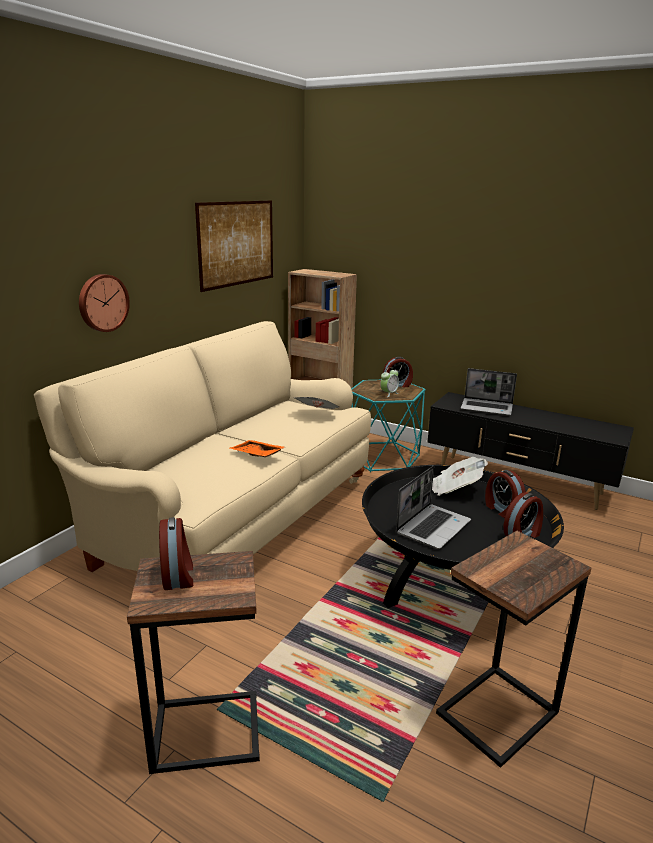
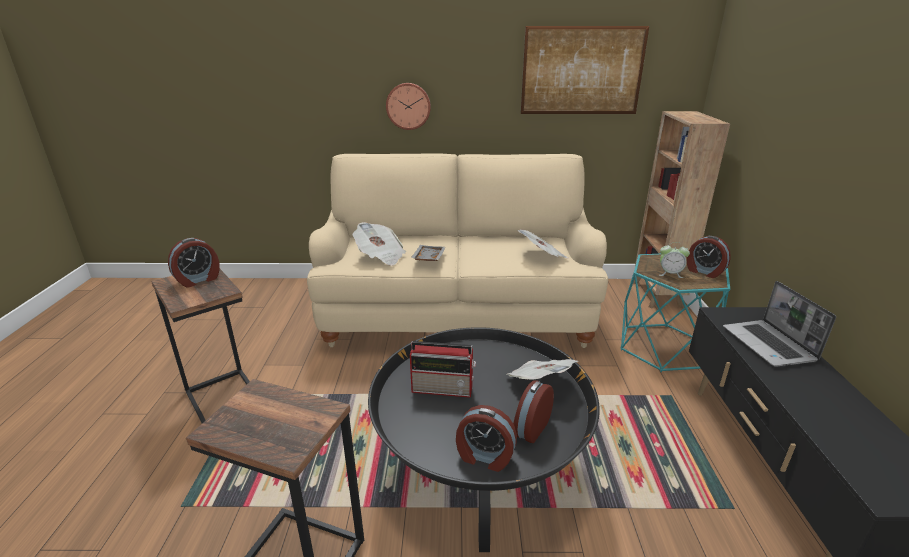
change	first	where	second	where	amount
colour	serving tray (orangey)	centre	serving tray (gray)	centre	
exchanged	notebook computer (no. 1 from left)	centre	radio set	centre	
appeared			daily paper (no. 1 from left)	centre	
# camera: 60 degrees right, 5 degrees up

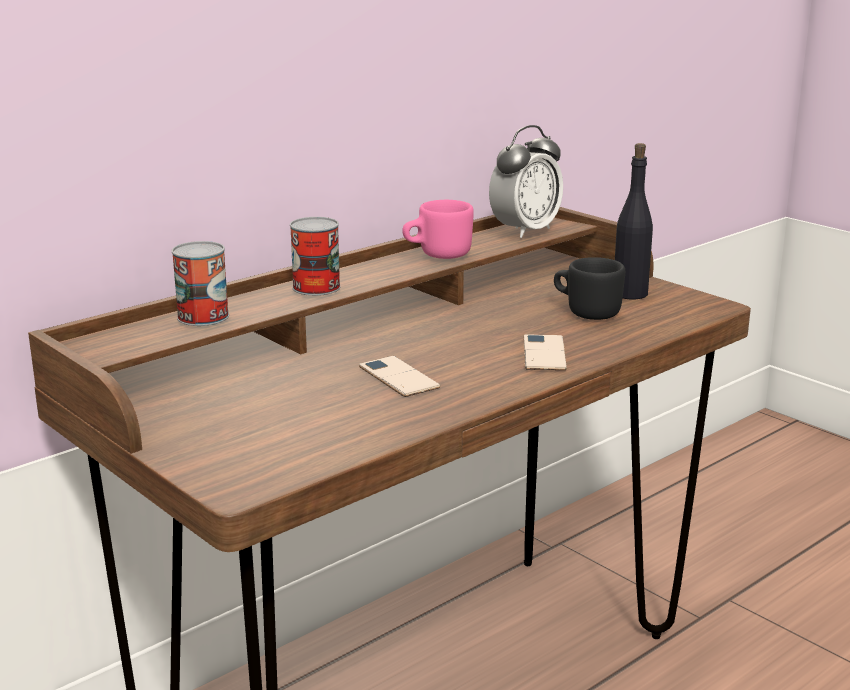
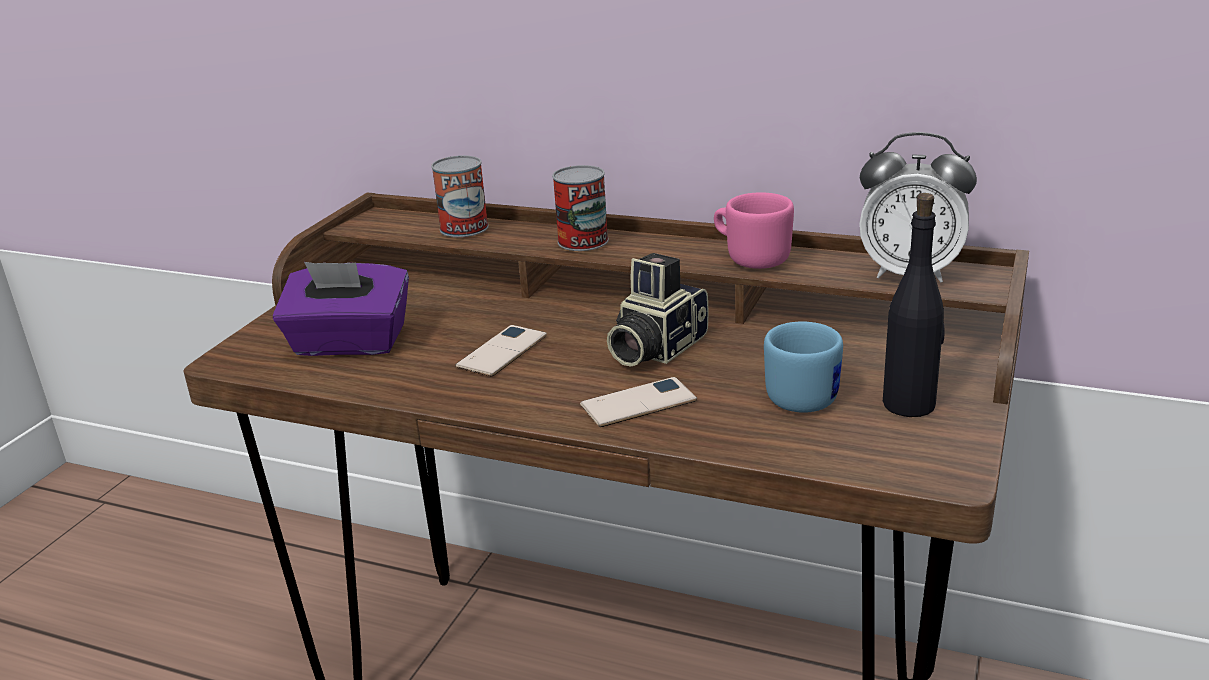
change	first	where	second	where	amount
colour	tea mug (blackish)	middle right	tea mug (blue-coloured)	centre	
appeared			still camera	centre	
appeared			box of tissues (purplish)	middle left	
# camera: 65 degrees right, 5 degrees up

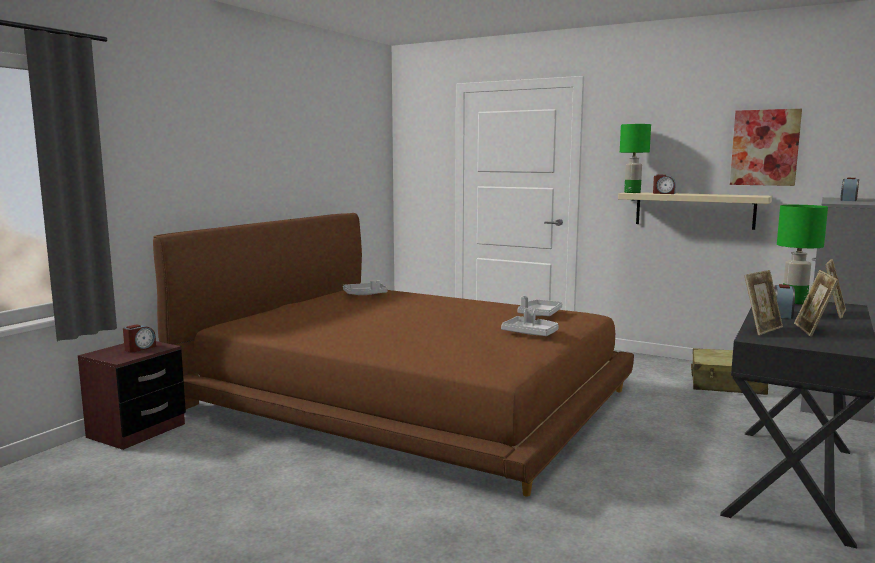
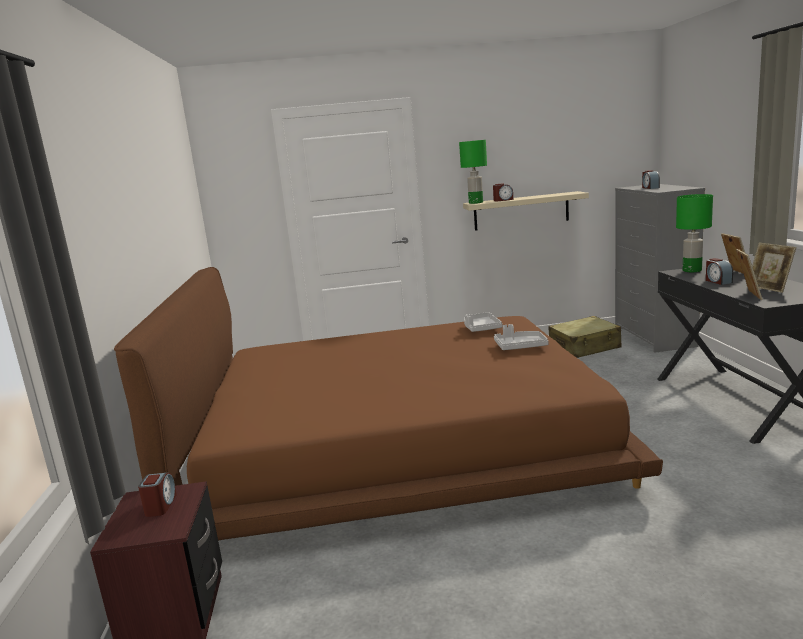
change	first	where	second	where	amount
missing	wall art	top right			
missing	serving tray (gray) (no. 1 from left)	centre			
# camera: 35 degrees left, 5 degrees up

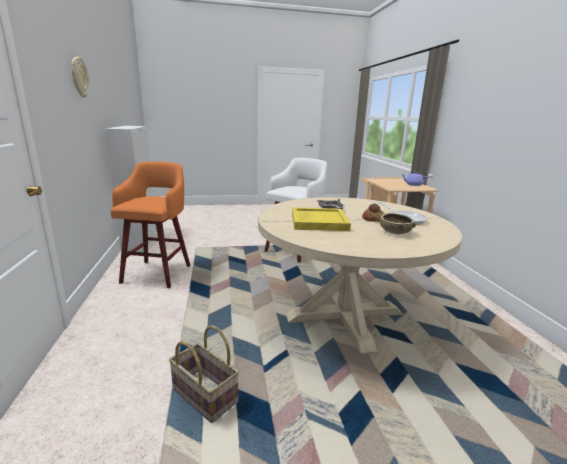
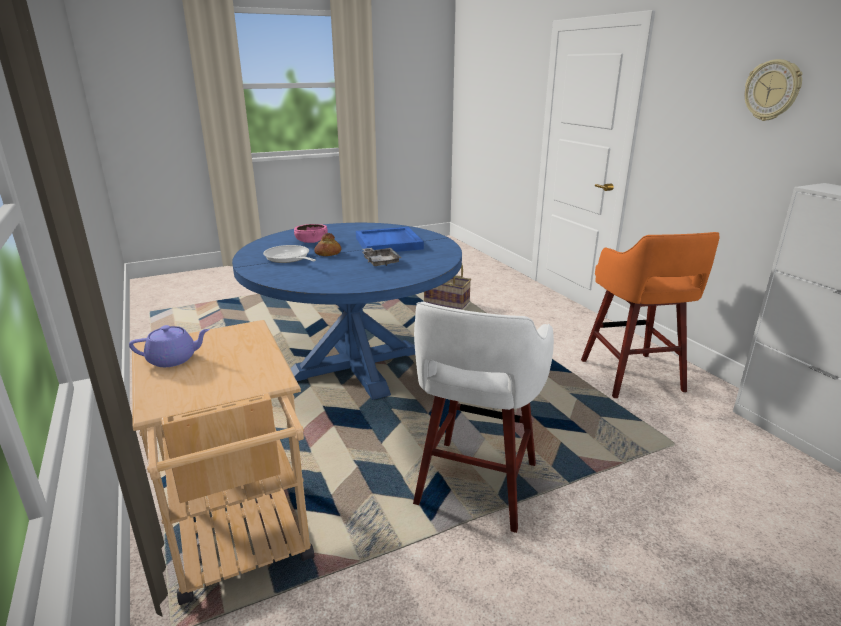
change	first	where	second	where	amount
colour	kitchen table (beige-coloured)	centre	kitchen table (blue-coloured)	centre	
colour	serving tray (yellowish)	centre	serving tray (blue-coloured)	centre	
colour	deep dish (brown-coloured)	middle right	deep dish (pinkish)	centre	
# camera: 165 degrees right, 5 degrees up

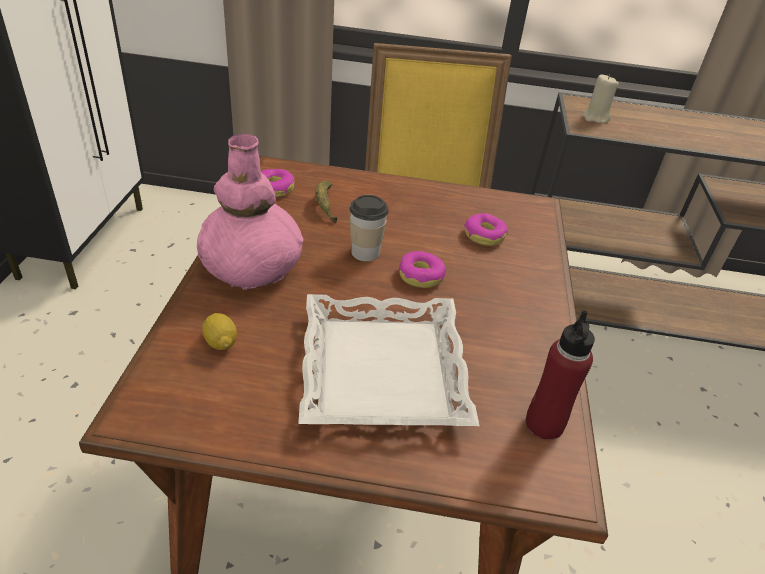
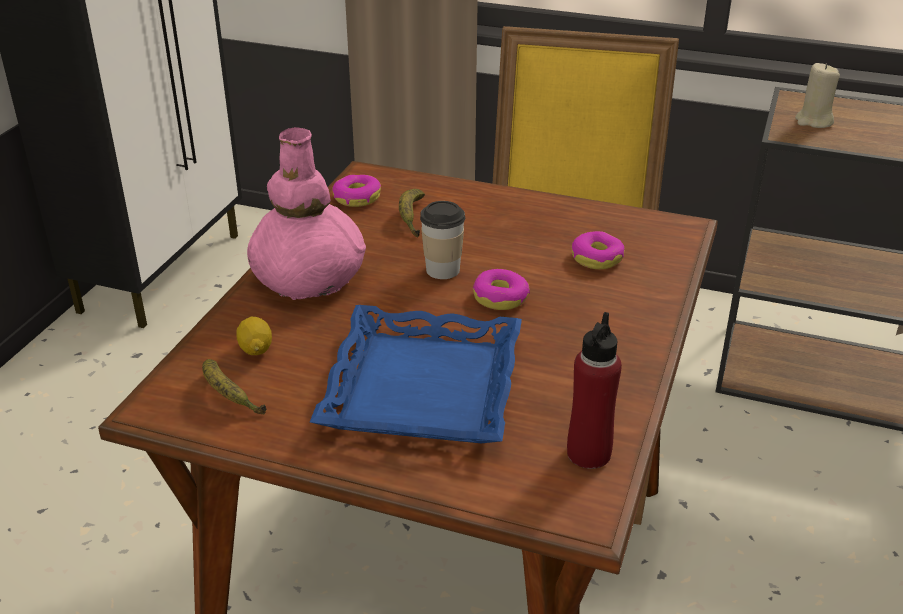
change	first	where	second	where	amount
colour	serving tray (white)	centre	serving tray (blue-coloured)	centre	
appeared			whole banana (no. 1 from left)	middle left	
# camera: 15 degrees right, 5 degrees down

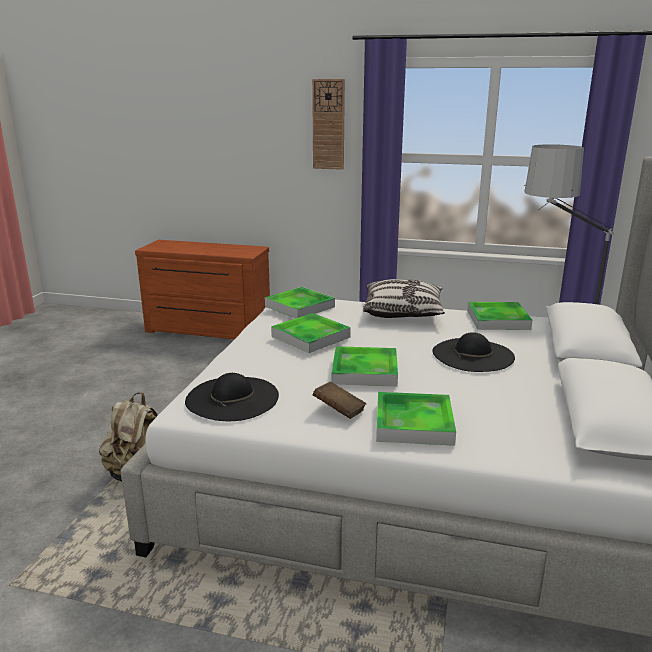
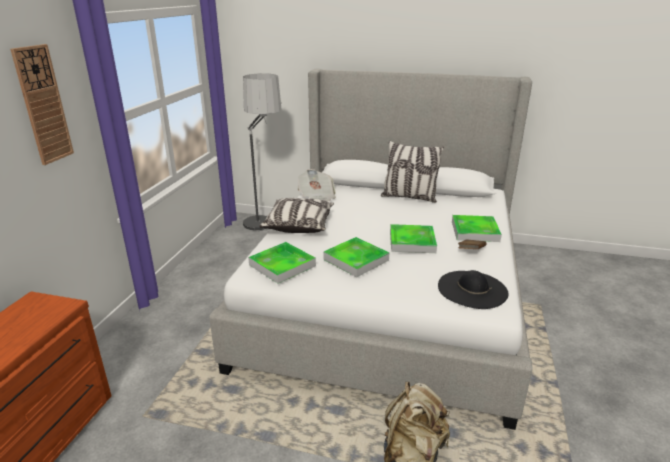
change	first	where	second	where	amount
exchanged	serving tray (no. 5 from left)	middle right	daily paper	centre	
missing	wearable hat (blackish) (no. 2 from left)	middle right			
appeared			cushion (no. 2 from left)	centre	
# camera: 90 degrees left, 5 degrees up

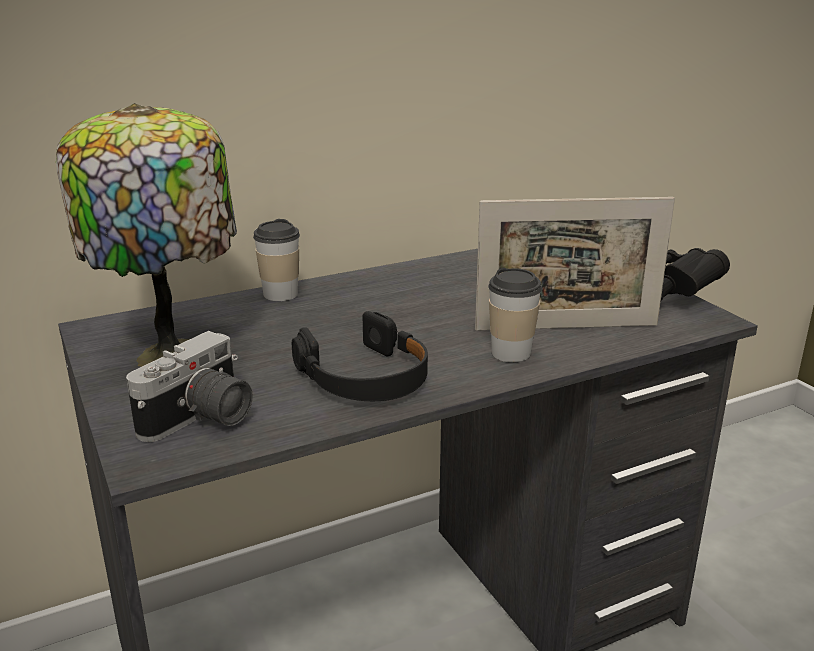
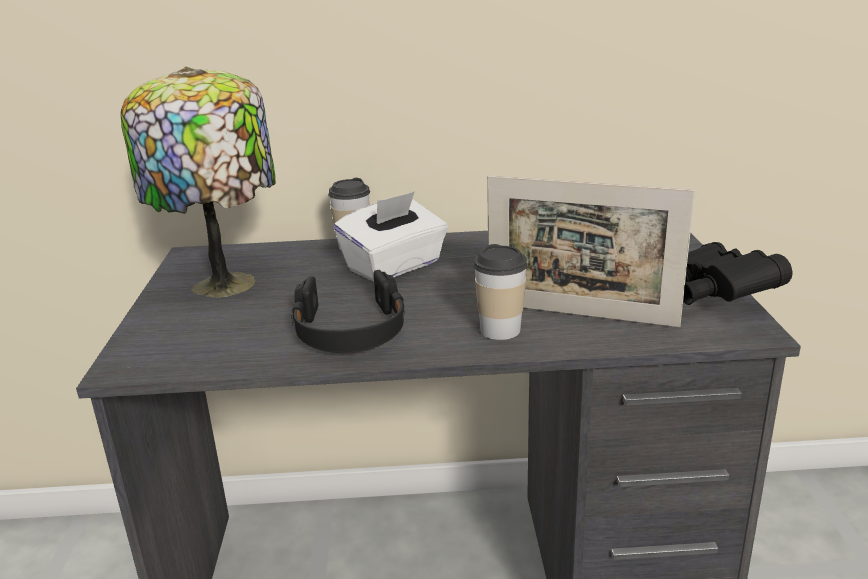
change	first	where	second	where	amount
missing	still camera	middle left			
appeared			box of tissues (white)	centre	
# camera: 25 degrees right, 0 degrees up

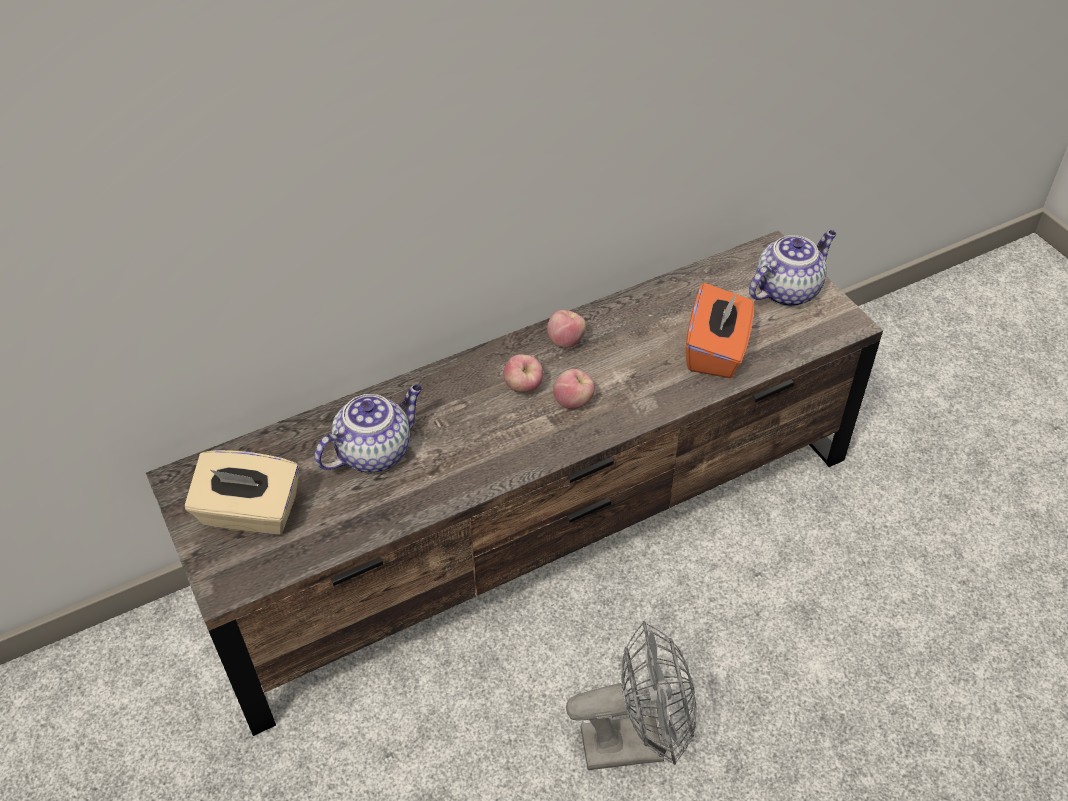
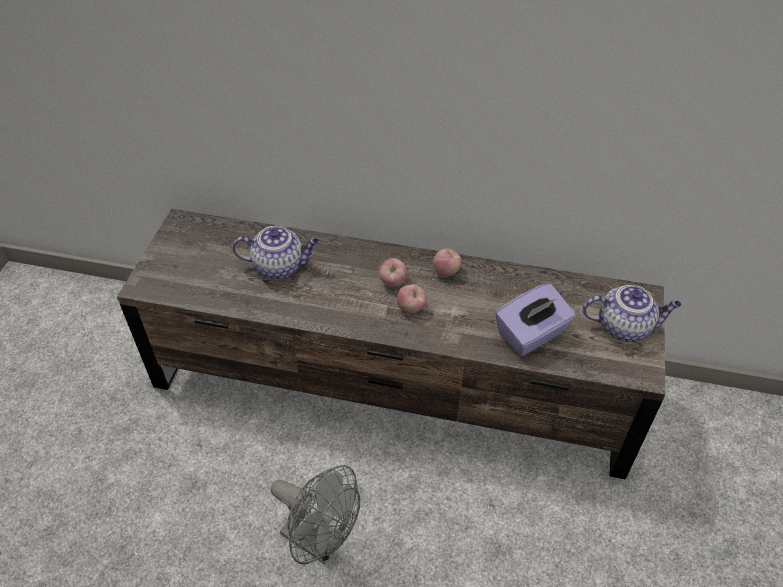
change	first	where	second	where	amount
colour	box of tissues (orangey)	middle right	box of tissues (purplish)	middle right	
missing	box of tissues (beige-coloured)	middle left			
# camera: 40 degrees right, 0 degrees up

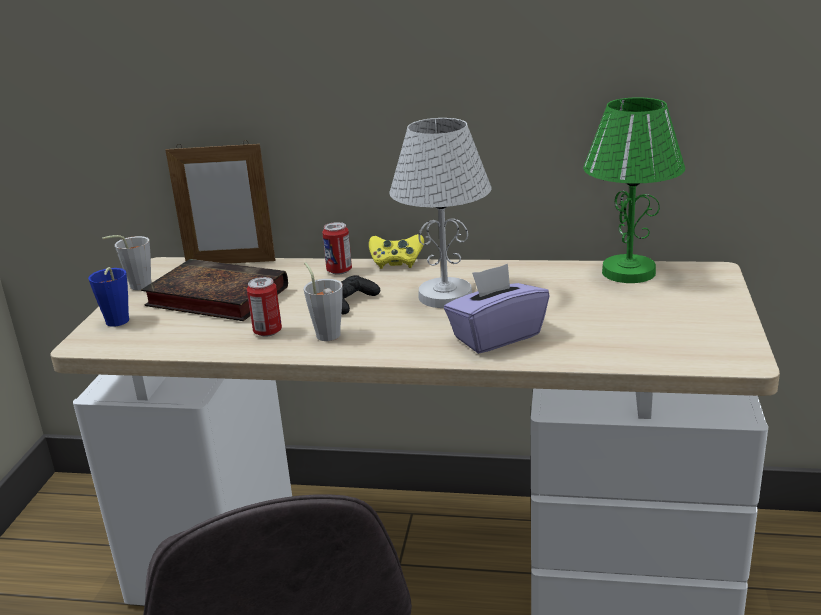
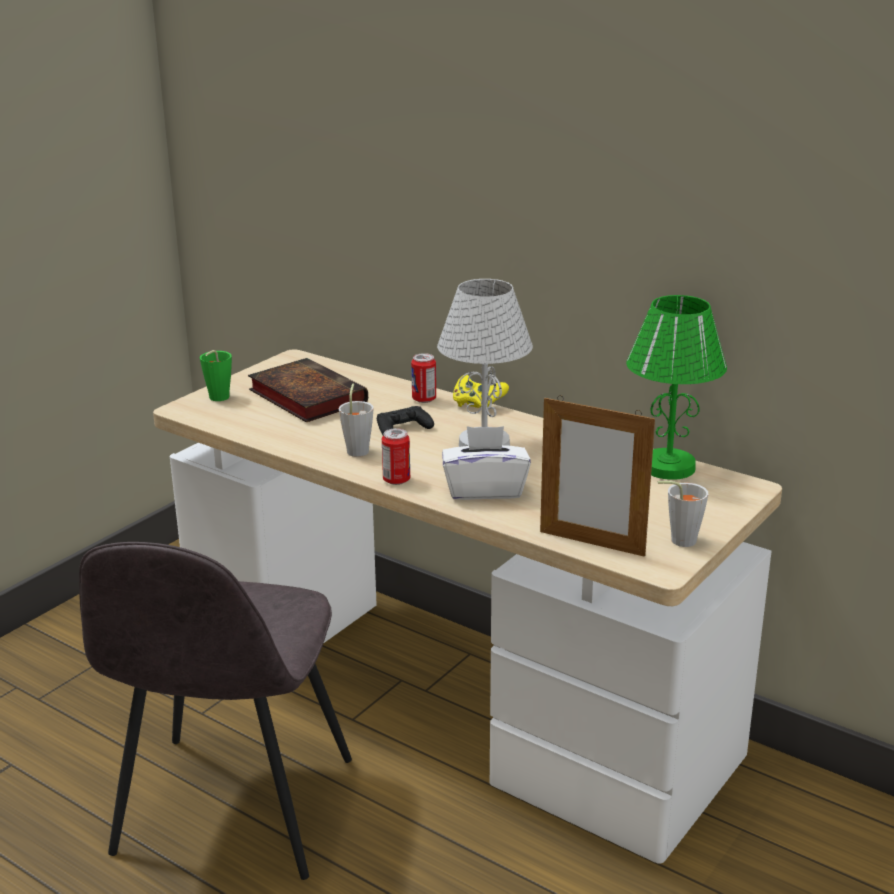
change	first	where	second	where	amount
relocated	picture frame	top left		middle right	
relocated	small cup (gray) (no. 1 from left in the first image)	middle left	small cup (gray) (no. 2 from left)	middle right	
colour	box of tissues (purplish)	centre	box of tissues (white)	centre	
colour	small cup (blue-coloured)	middle left	small cup (greenish)	middle left	
relocated	metal can (no. 1 from left)	middle left		centre	
# camera: 25 degrees right, 0 degrees up

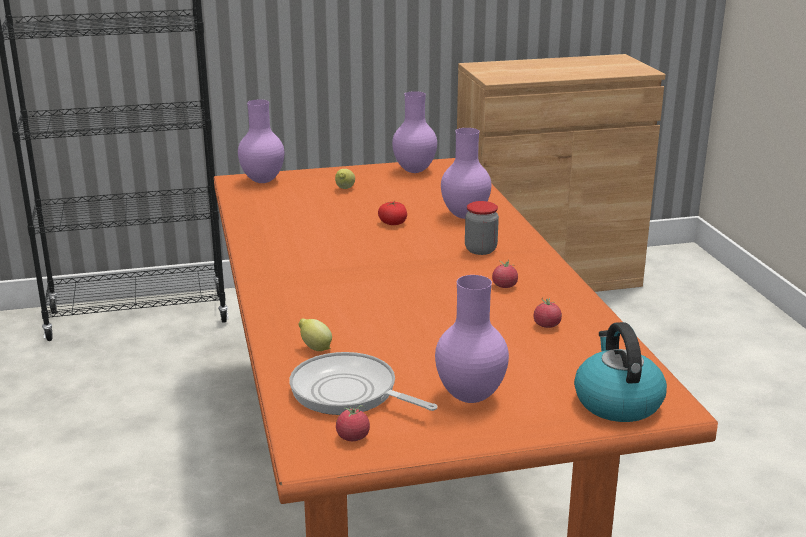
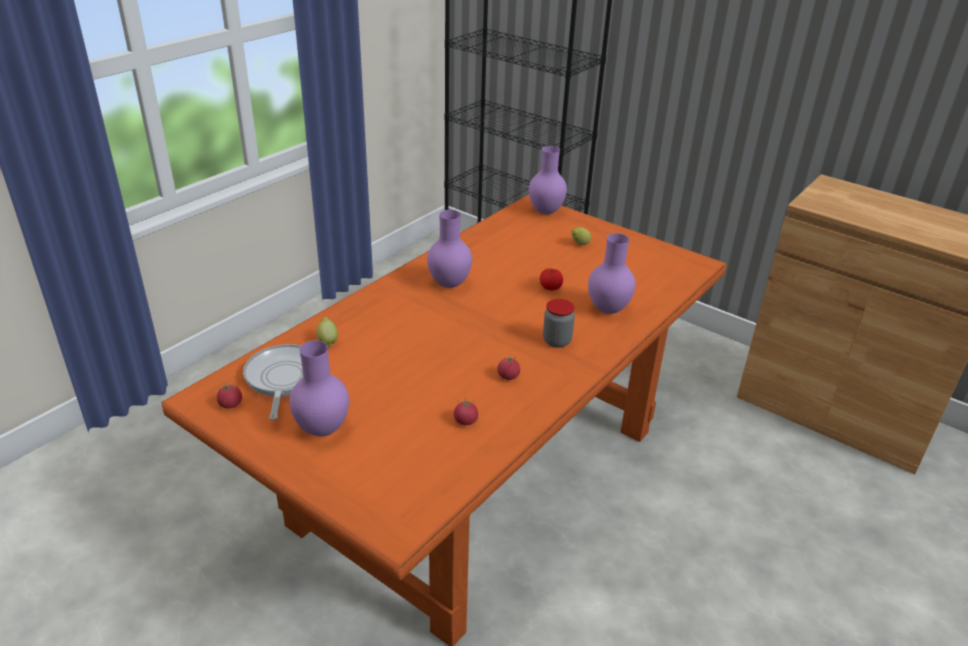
change	first	where	second	where	amount
relocated	vase (purplish) (no. 2 from left)	top centre		centre	
missing	kettle	bottom right			
# camera: 50 degrees right, 10 degrees up

